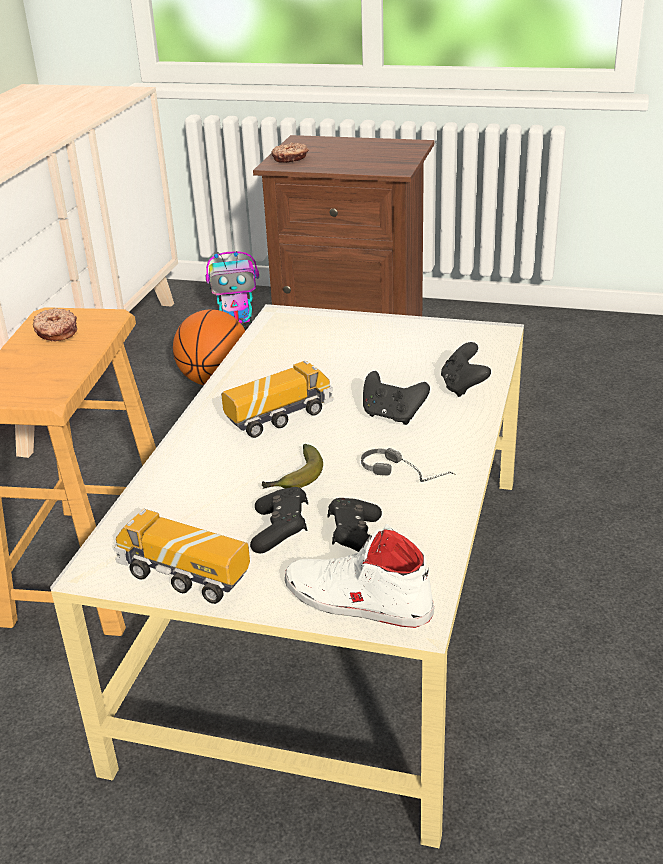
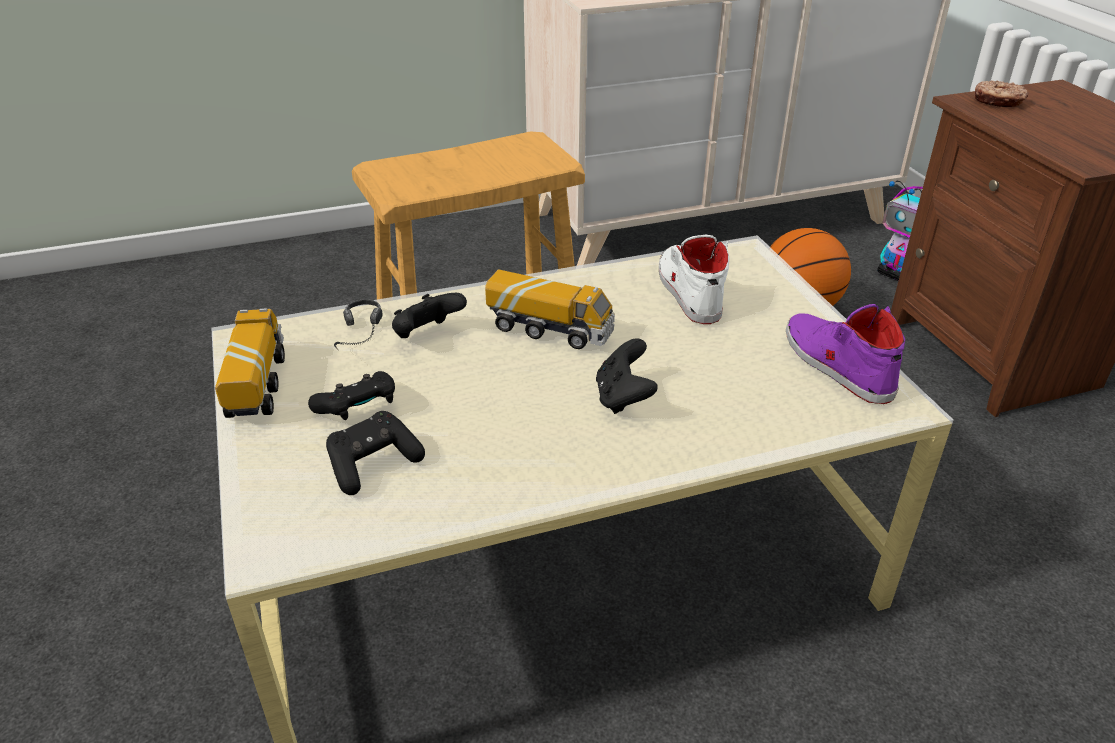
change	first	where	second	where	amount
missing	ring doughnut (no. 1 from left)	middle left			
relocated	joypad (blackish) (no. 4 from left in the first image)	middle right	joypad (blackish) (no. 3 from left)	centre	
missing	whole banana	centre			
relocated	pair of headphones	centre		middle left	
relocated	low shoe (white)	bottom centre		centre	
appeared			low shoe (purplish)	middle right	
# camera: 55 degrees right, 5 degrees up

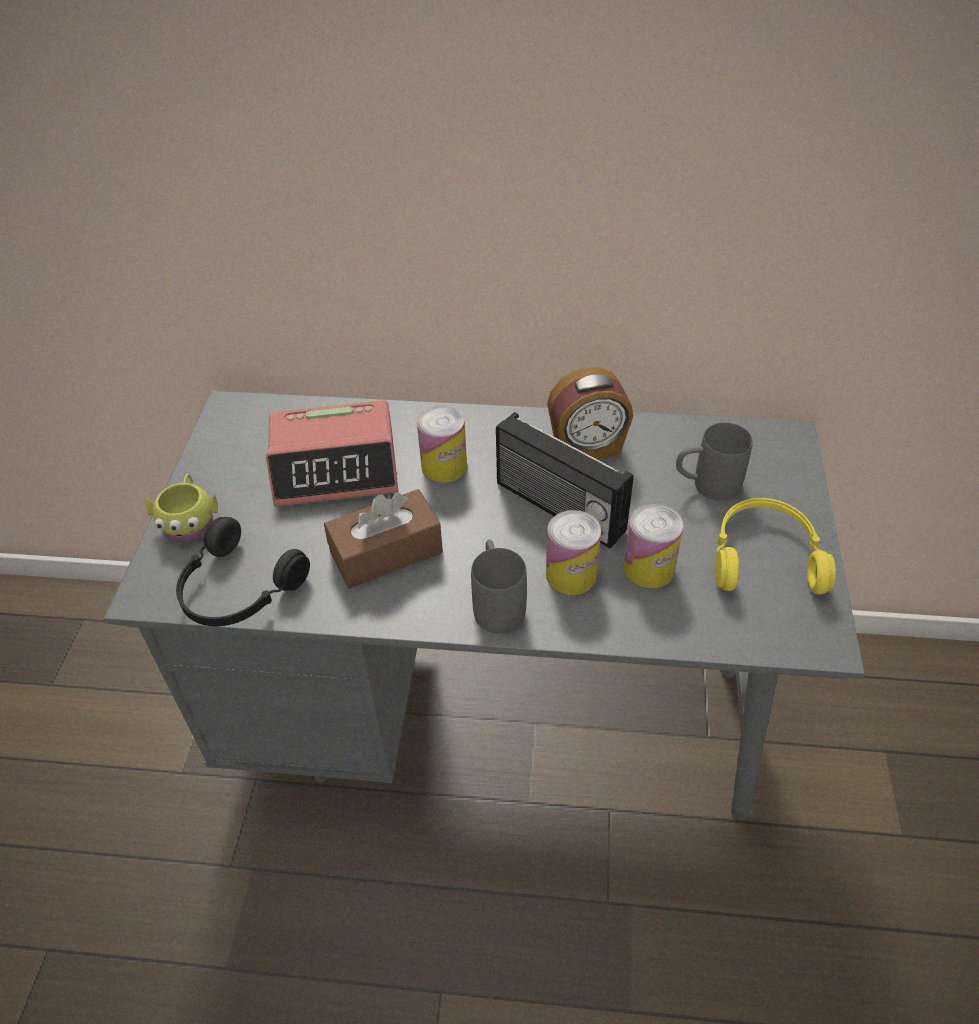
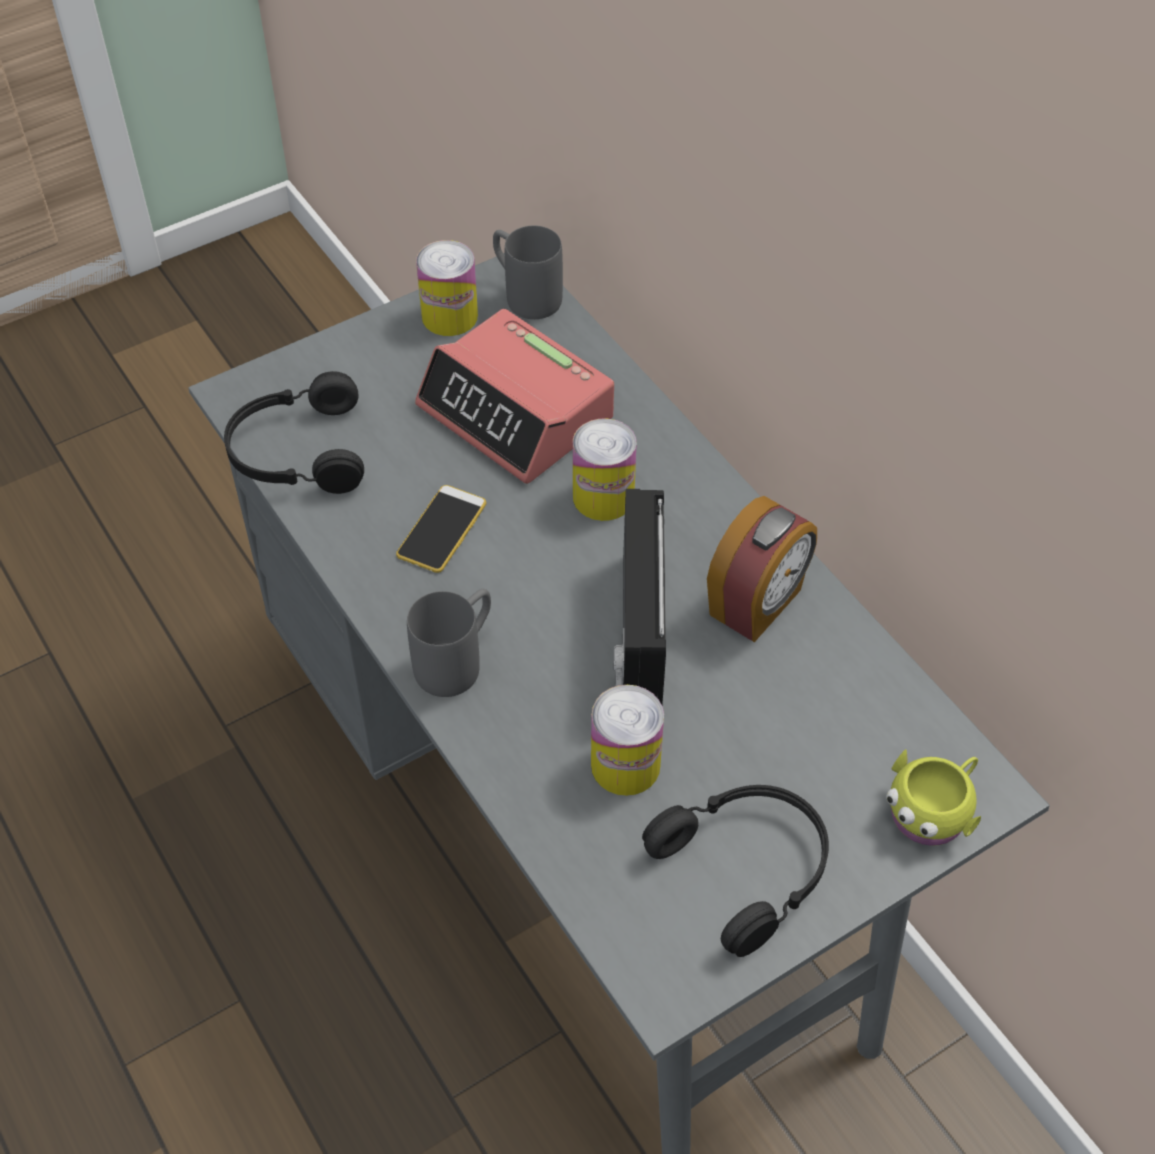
change	first	where	second	where	amount
spun	alarm clock (no. 2 from left)	centre		centre	90 degrees counterclockwise
relocated	tea mug (gray) (no. 2 from left)	middle right		top centre	
relocated	tea mug (yellowish)	middle left		bottom right	
exchanged	box of tissues (brown-coloured)	centre	telephone	centre	
colour	pair of headphones (yellowish)	middle right	pair of headphones (blackish) (no. 2 from left)	bottom centre	
relocated	metal can (no. 2 from left in the first image)	centre	metal can (no. 1 from left)	top centre	
# camera: 50 degrees right, 5 degrees up

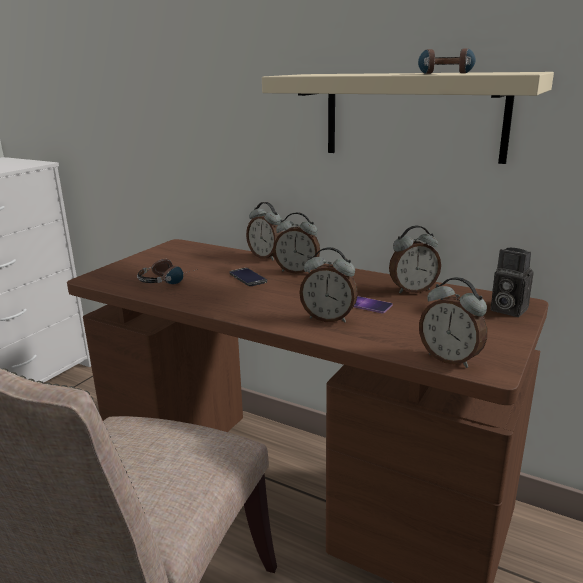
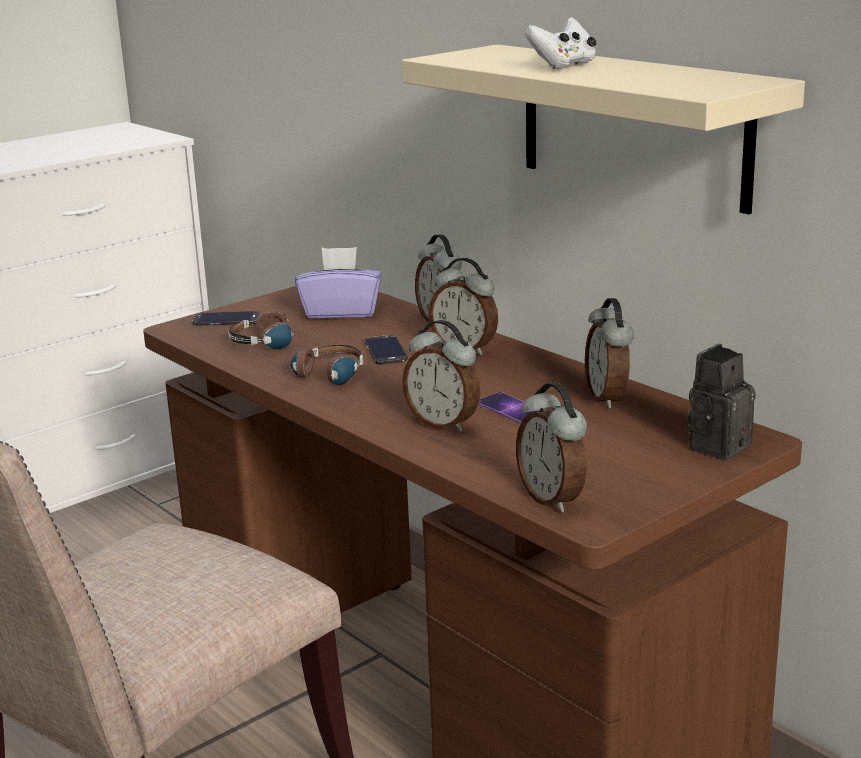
change	first	where	second	where	amount
relocated	pair of headphones (no. 2 from left)	top right		centre	
spun	alarm clock (no. 4 from left in the first image)	middle right	alarm clock (no. 5 from left)	middle right	75 degrees clockwise
spun	still camera	middle right		middle right	75 degrees clockwise
appeared			joypad (white)	top centre	
appeared			box of tissues (purplish)	centre	
appeared			telephone (no. 1 from left)	middle left	
# camera: 20 degrees right, 0 degrees up

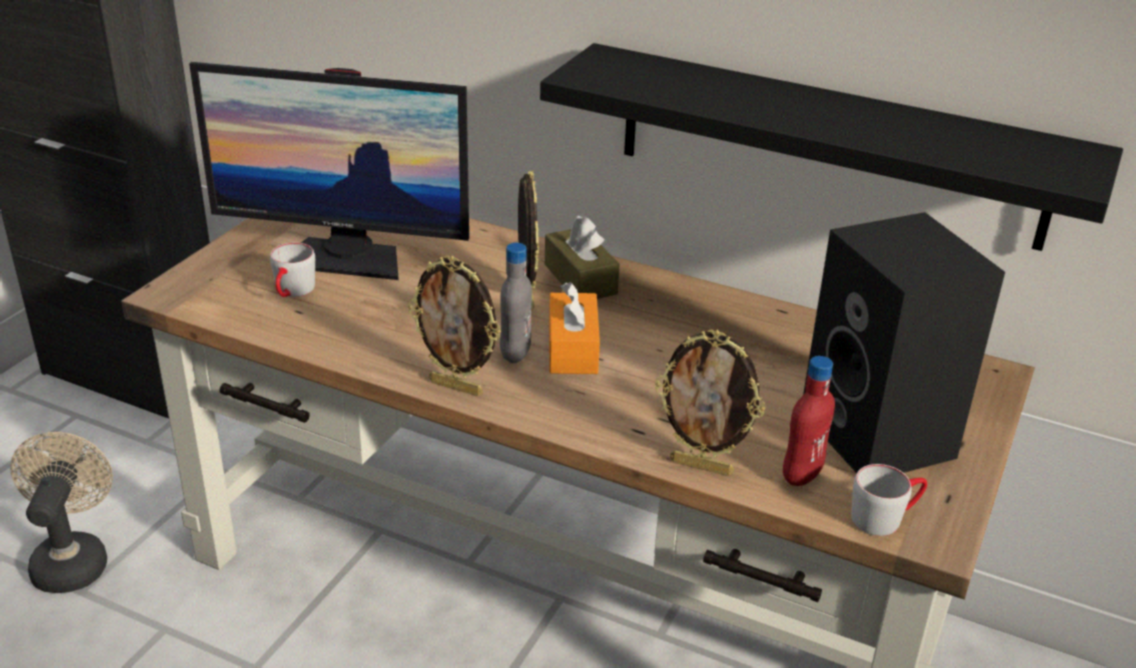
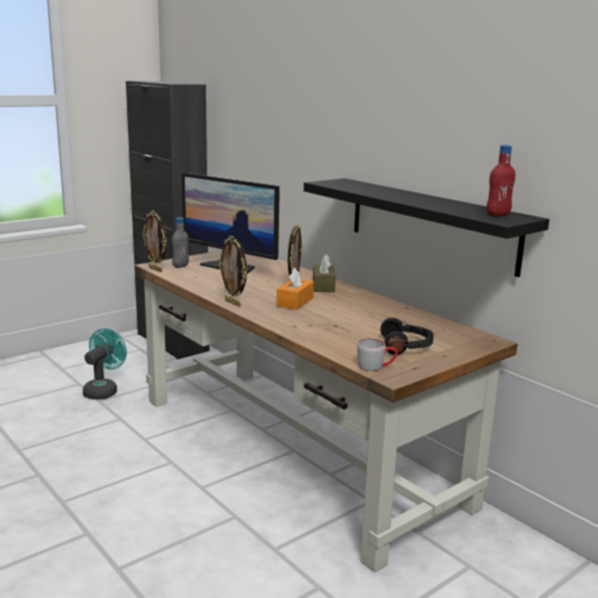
change	first	where	second	where	amount
exchanged	loudspeaker (blackish)	middle right	pair of headphones (blackish)	middle right	
missing	tea mug (gray) (no. 1 from left)	middle left			
relocated	drink bottle (gray)	centre		middle left	
relocated	picture frame (no. 3 from left in the first image)	centre	picture frame (no. 1 from left)	middle left	
relocated	drink bottle (red-coloured)	middle right		top right	
colour	electric fan (beige-coloured)	bottom left	electric fan (turquoise-coloured)	middle left	
# camera: 25 degrees right, 15 degrees down

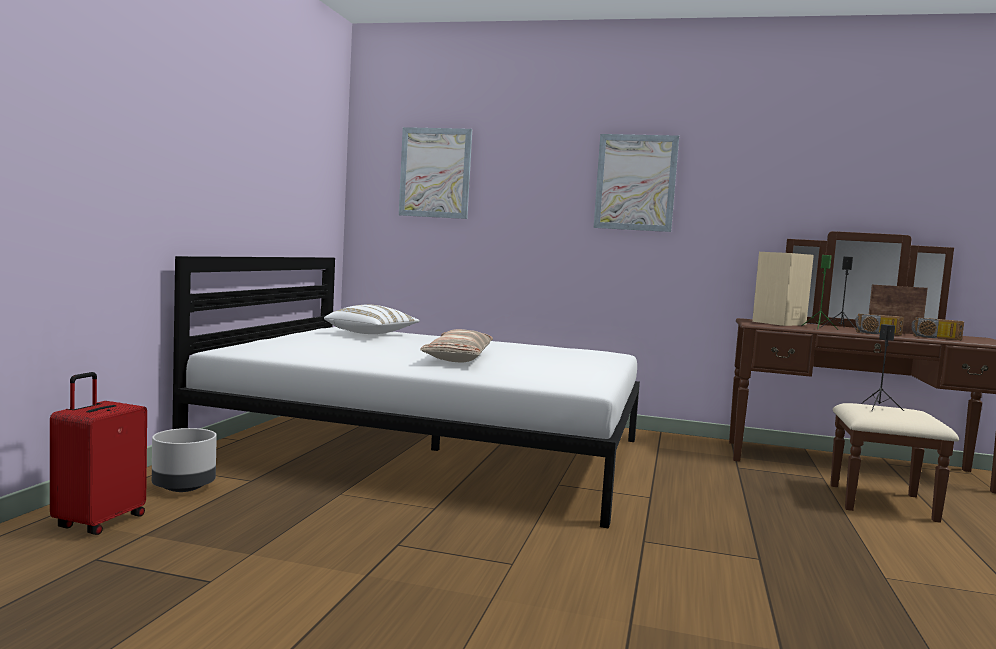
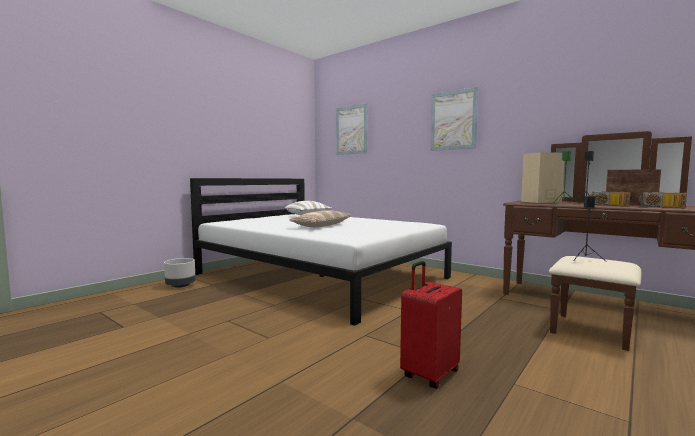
change	first	where	second	where	amount
relocated	travel case (red-coloured)	bottom left		bottom centre	
# camera: 25 degrees right, 0 degrees up

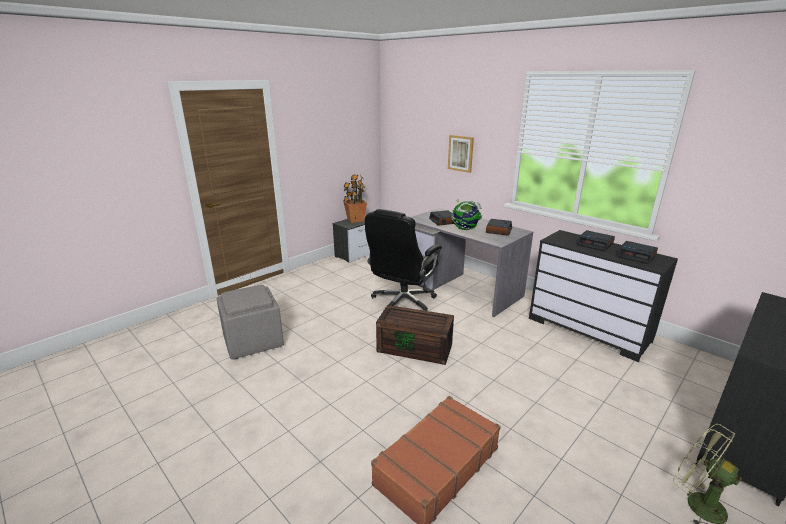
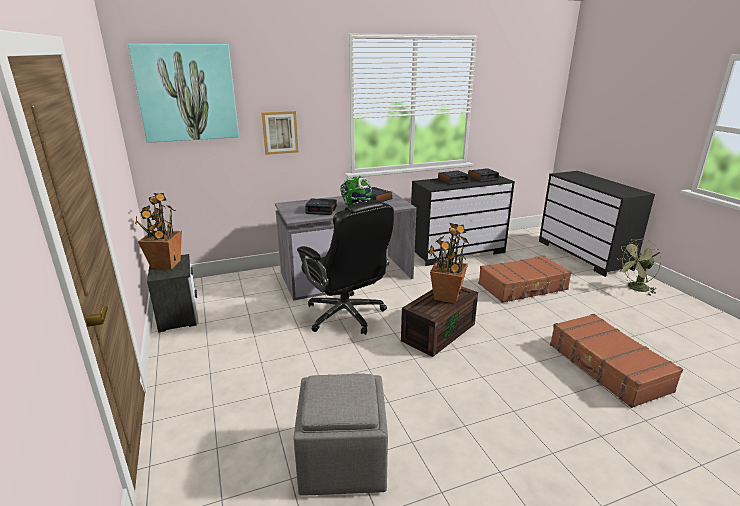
change	first	where	second	where	amount
appeared			wall art (no. 1 from left)	top left	
appeared			potted plant (no. 2 from left)	centre	
appeared			travel case (brown-coloured) (no. 1 from left)	middle right	
# camera: 65 degrees left, 0 degrees up

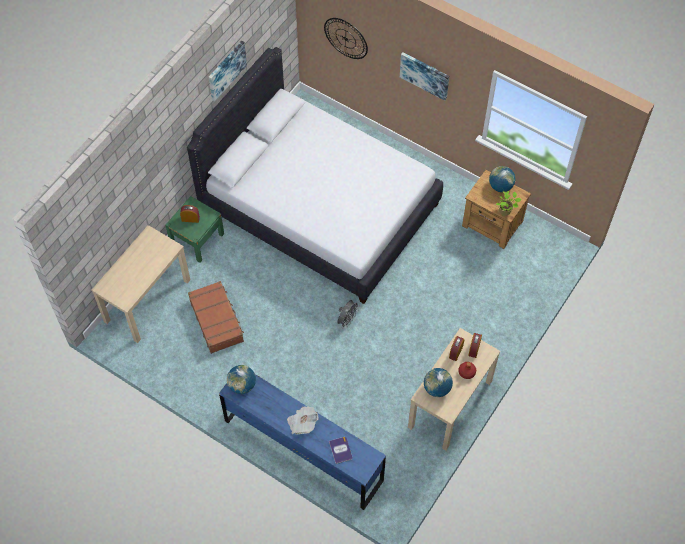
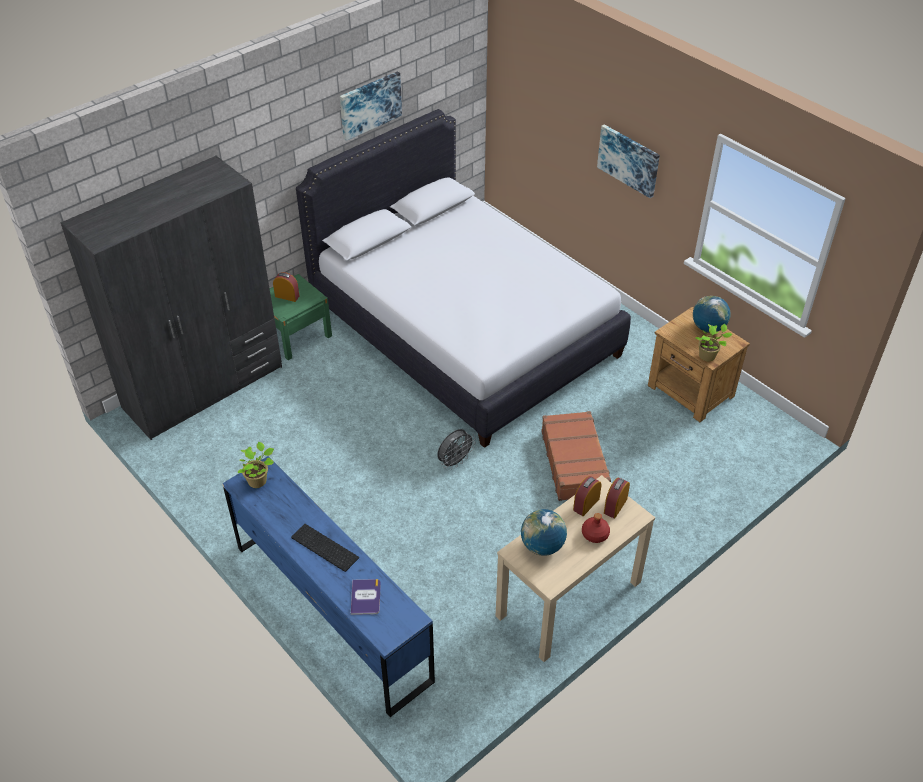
change	first	where	second	where	amount
missing	wall clock	top centre			
exchanged	narrow table (beige-coloured) (no. 1 from left)	middle left	wardrobe (gray)	middle left	
relocated	travel case (brown-coloured)	middle left		centre	
exchanged	desk globe (no. 1 from left)	bottom centre	potted plant (no. 1 from left)	middle left	
exchanged	daily paper	bottom centre	keyboard	bottom centre	
# camera: 15 degrees right, 15 degrees down

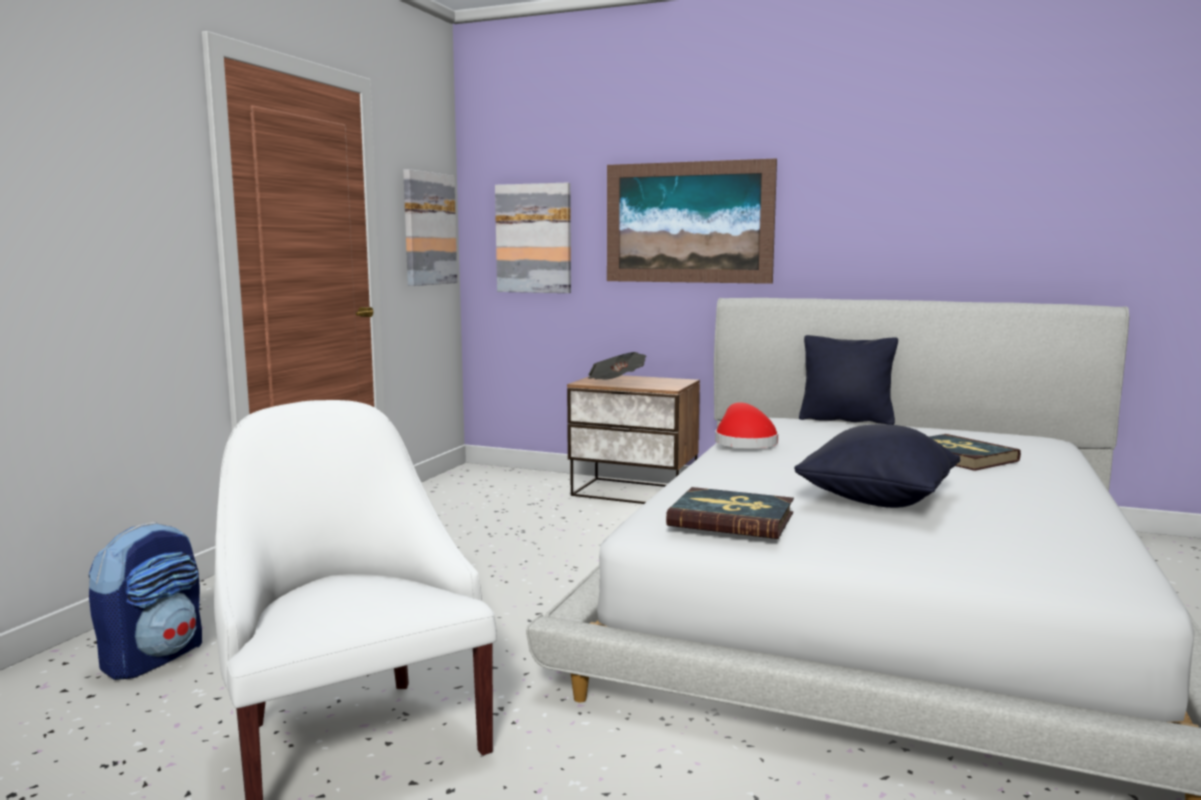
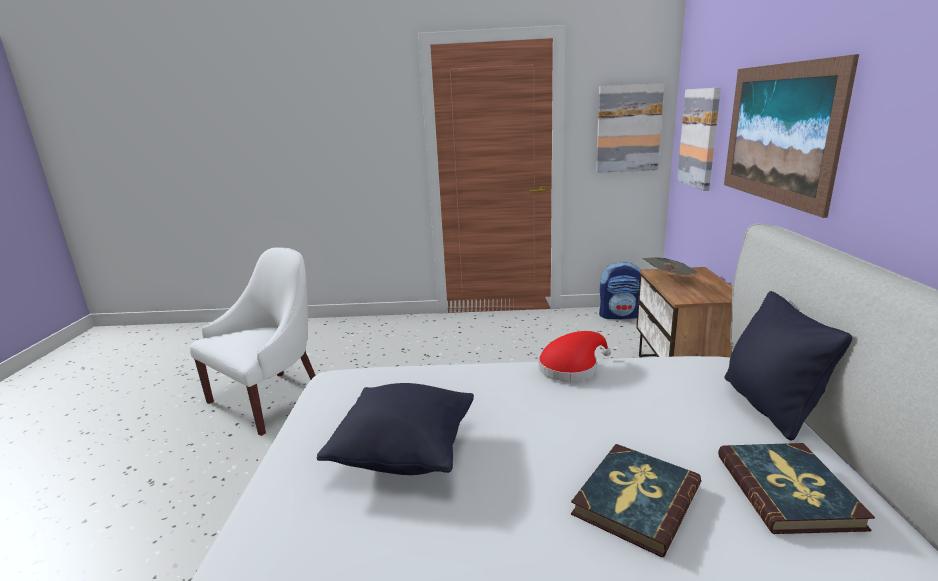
change	first	where	second	where	amount
relocated	book (no. 1 from left in the first image)	centre	book (no. 2 from left)	bottom right	
relocated	rucksack	bottom left		centre	
# camera: 70 degrees right, 10 degrees up

